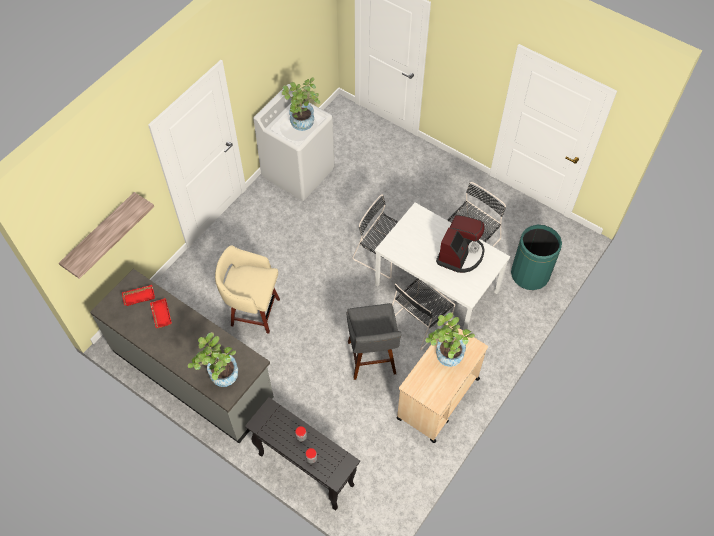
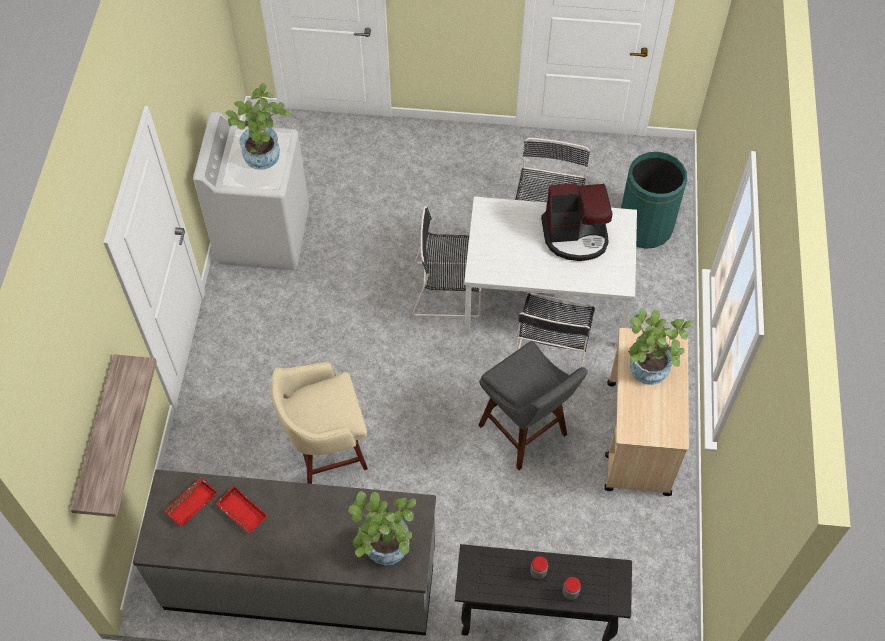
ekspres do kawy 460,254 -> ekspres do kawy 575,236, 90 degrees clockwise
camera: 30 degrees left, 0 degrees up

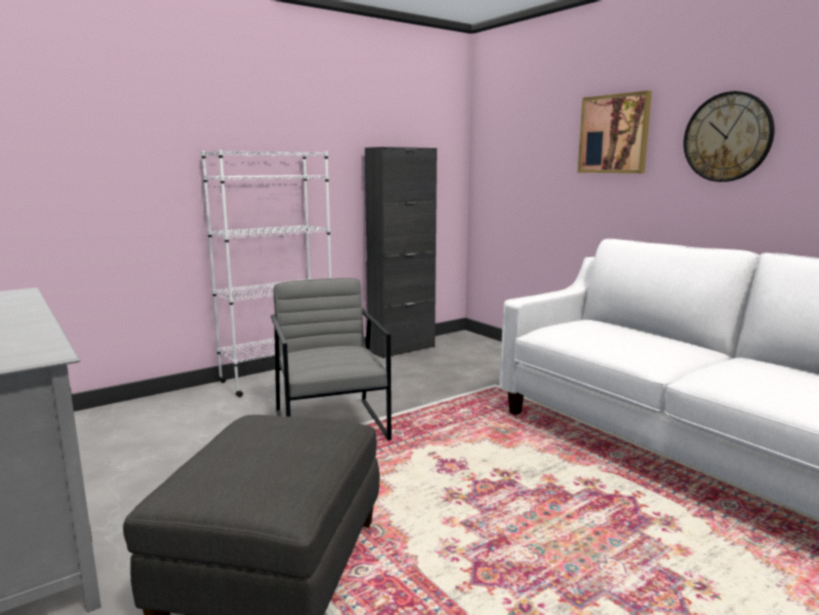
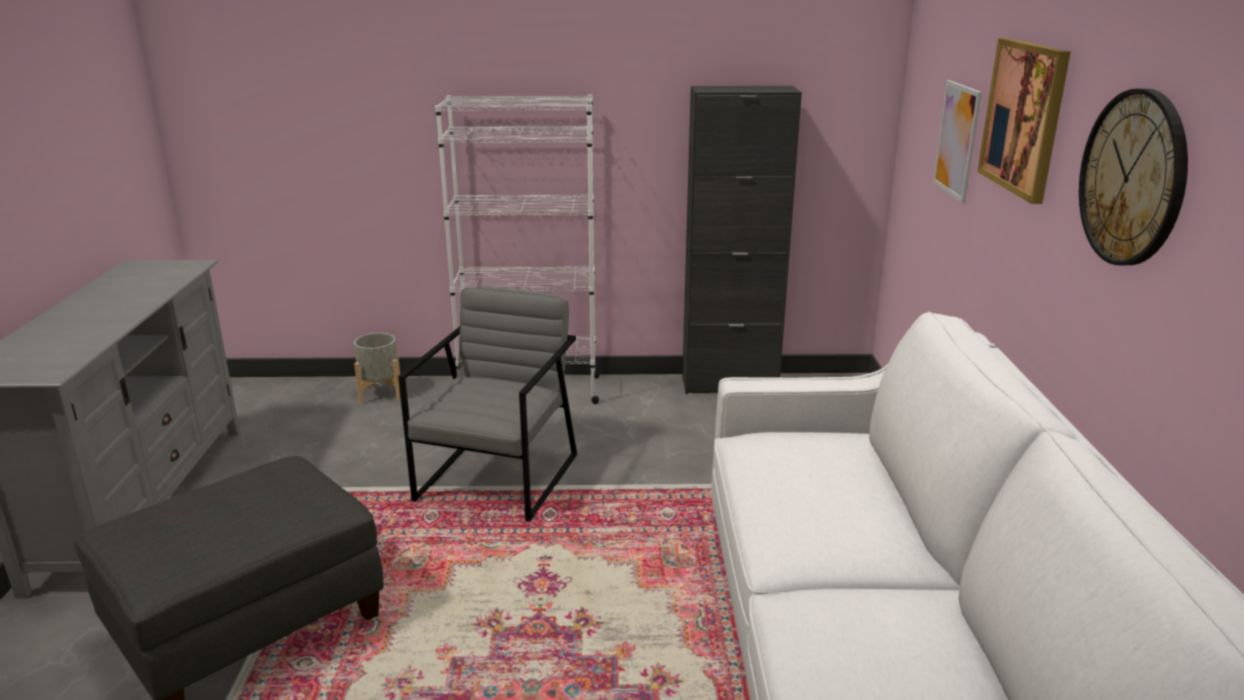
none -> donica (szary) 380,393
none -> obraz 957,140
camera: 35 degrees right, 10 degrees up

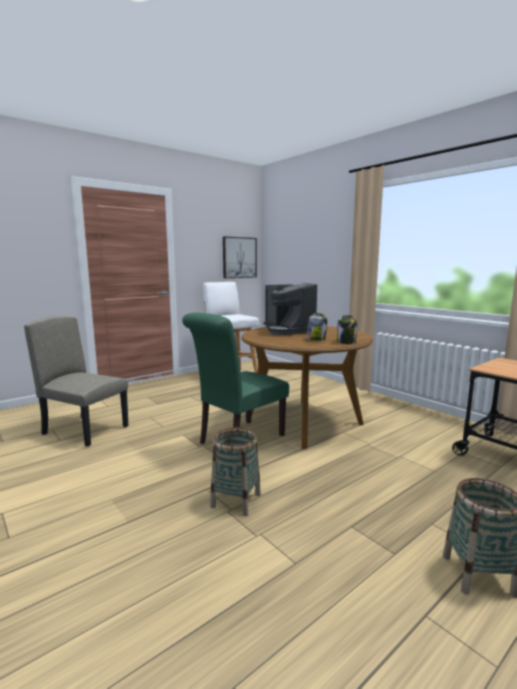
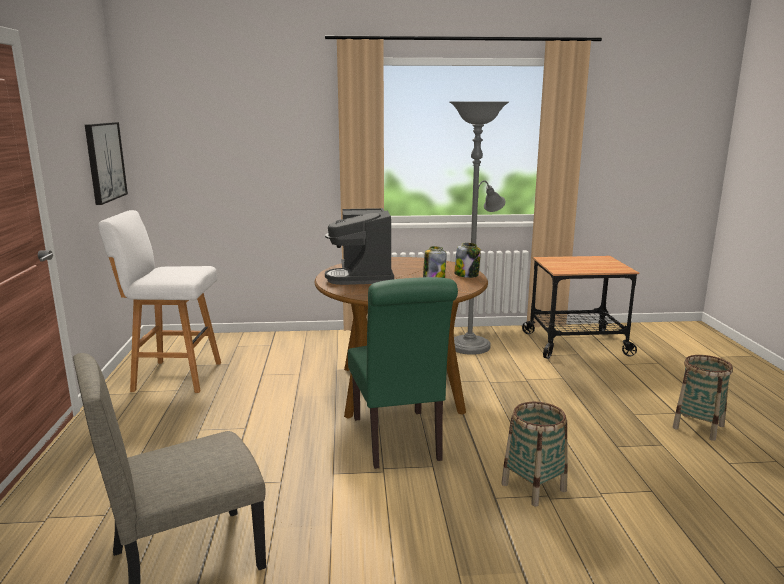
ekspres do kawy 288,330 -> ekspres do kawy 363,276, 75 degrees clockwise
none -> lampa stojąca (szary) 472,344
camera: 55 degrees left, 5 degrees up

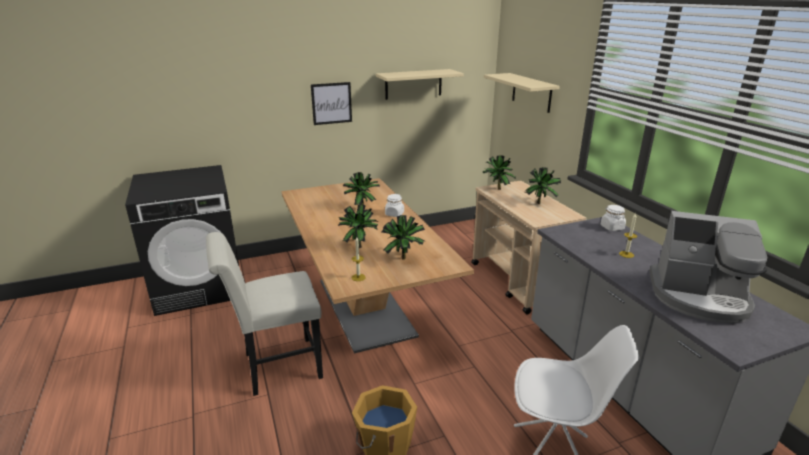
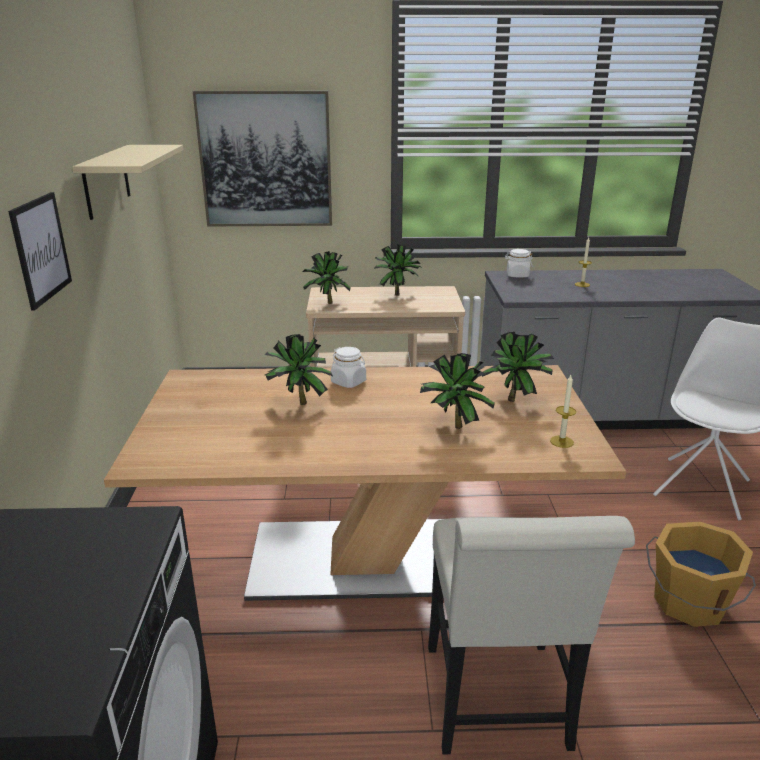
półka (beżowy) 531,92 -> obraz 266,160
ekspres do kawy 699,297 -> none
camera: 70 degrees left, 0 degrees up

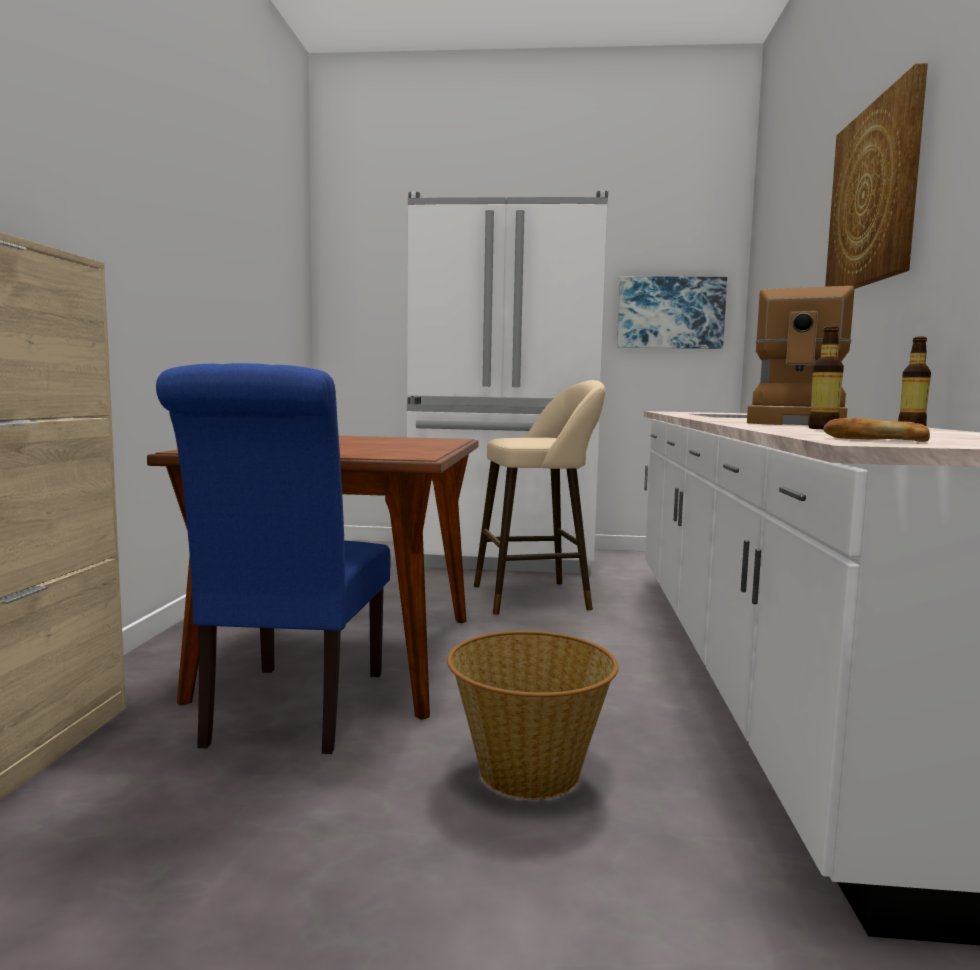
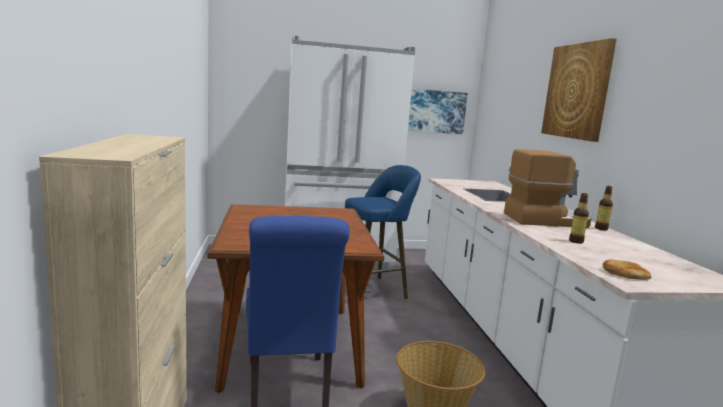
stołek (beżowy) 538,597 -> stołek (niebieski) 373,290
ekspres do kawy 798,422 -> ekspres do kawy 545,220, 105 degrees counterclockwise
camera: 15 degrees left, 5 degrees up

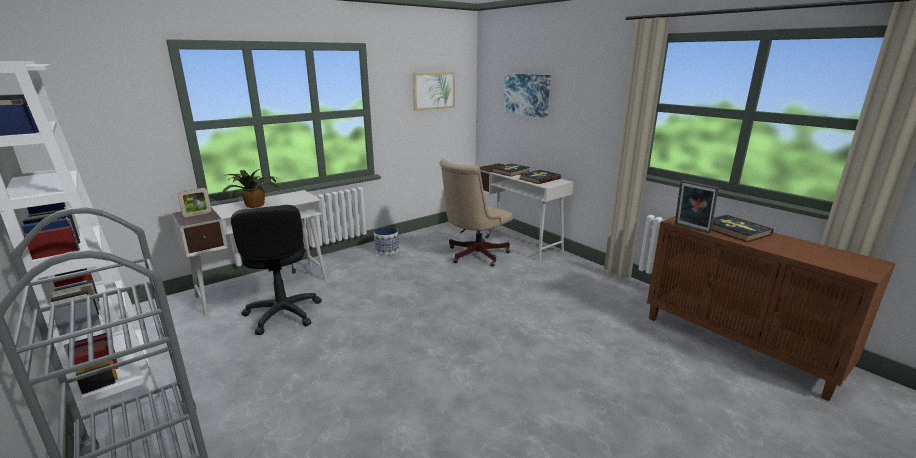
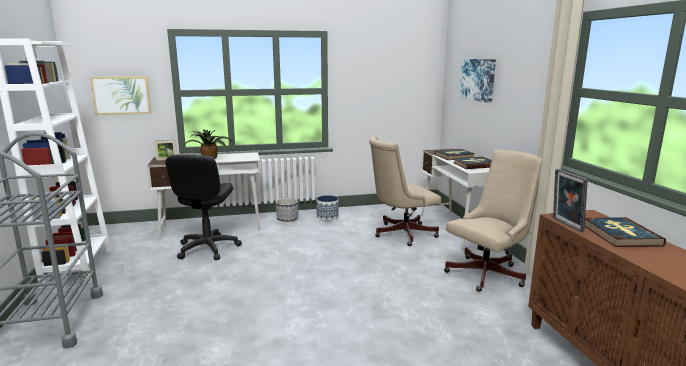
obraz 433,90 -> obraz 121,95, relocated
none -> donica 287,219
none -> krzesło biurowe (beżowy) 489,273
camera: 25 degrees right, 5 degrees down

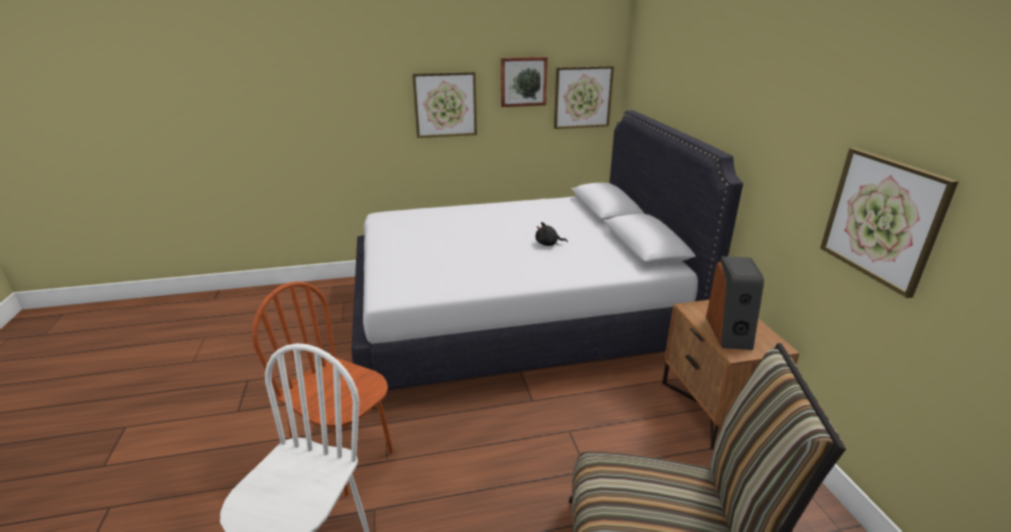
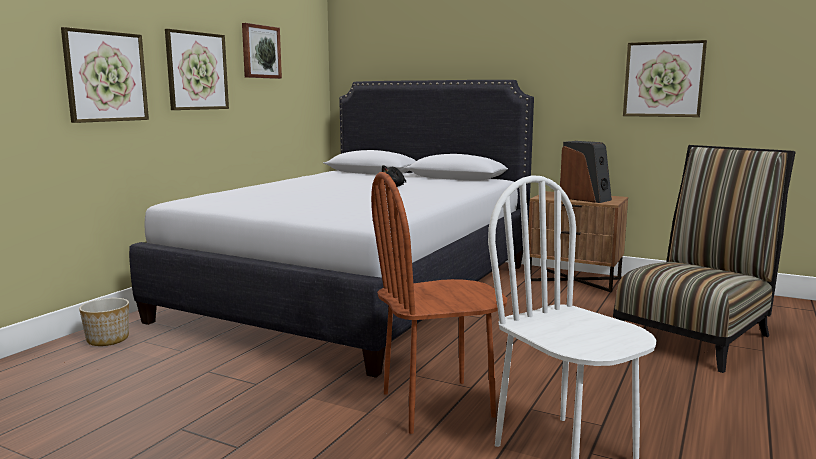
obraz 582,97 -> obraz 106,76, relocated
none -> donica 108,339
camera: 50 degrees left, 15 degrees down

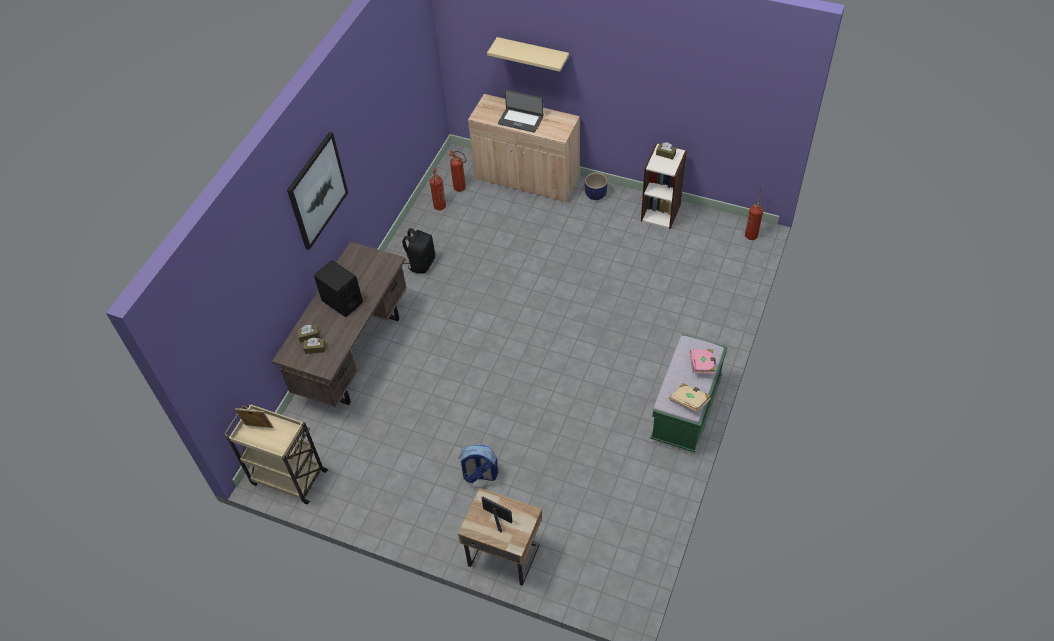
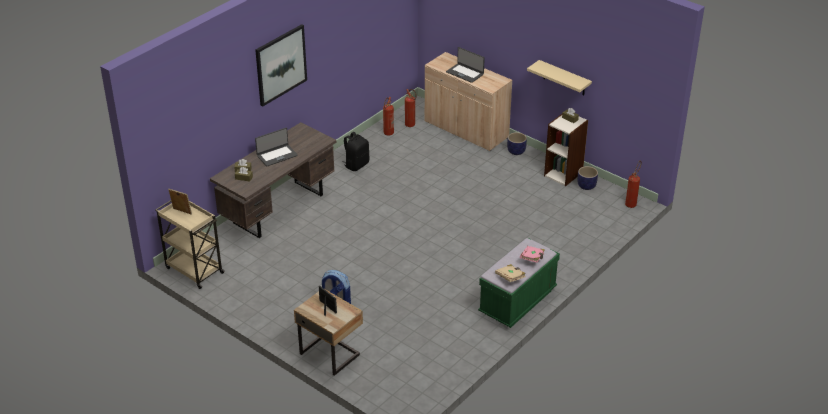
głośnik (czarny) 342,301 -> laptop 277,155
półka (beżowy) 533,54 -> półka (beżowy) 564,78, relocated
none -> donica 586,186
camera: 15 degrees right, 15 degrees down

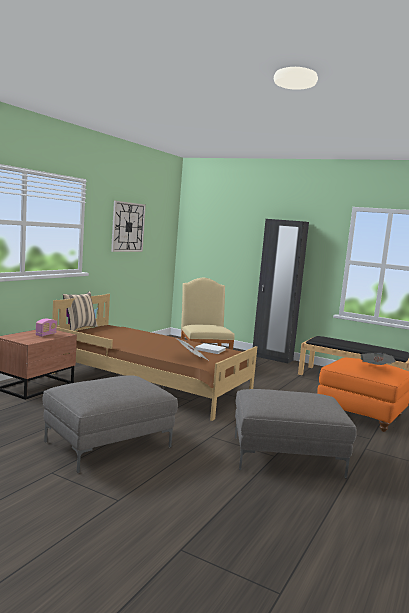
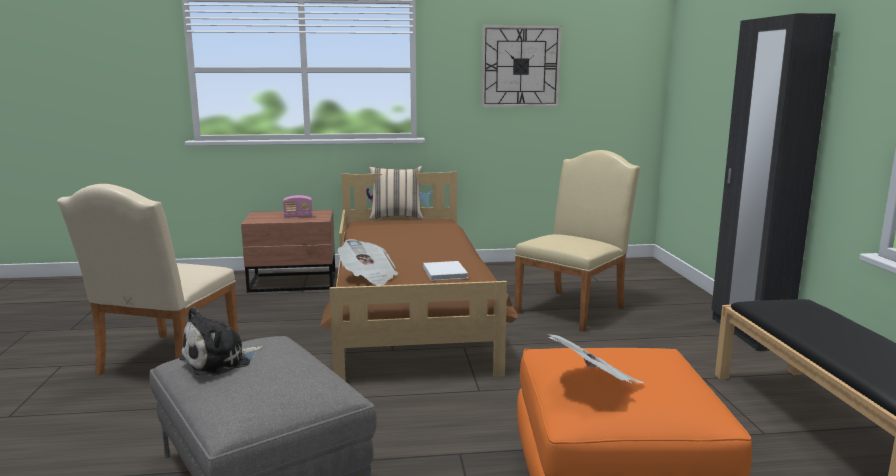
pufa (szary) 108,445 -> krzesło (beżowy) 164,362
none -> pluszak 220,361
camera: 55 degrees right, 5 degrees up

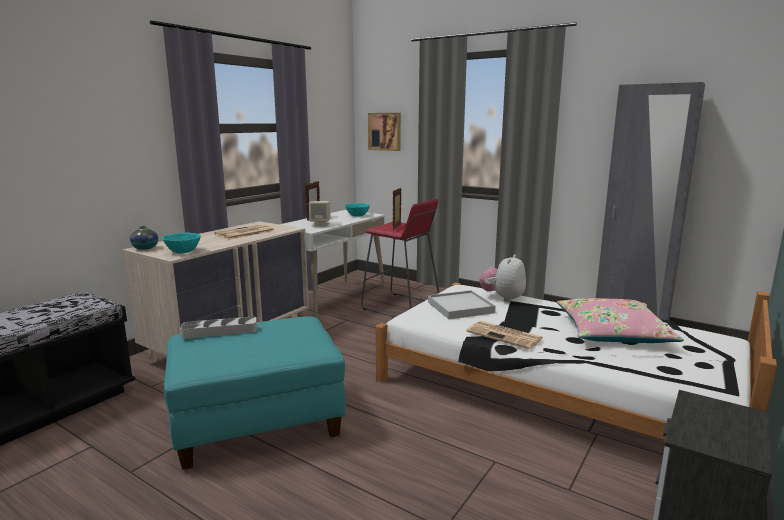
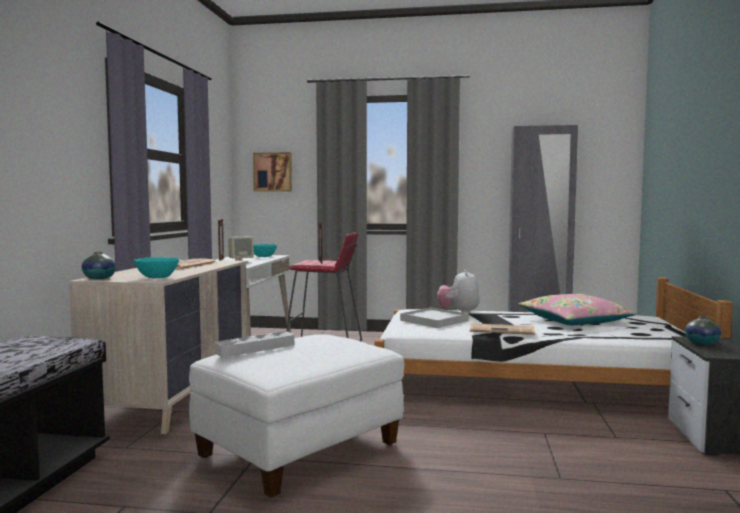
pufa (turkusowy) 259,422 -> pufa (biały) 300,450
none -> wazon 702,344
camera: 25 degrees left, 10 degrees down

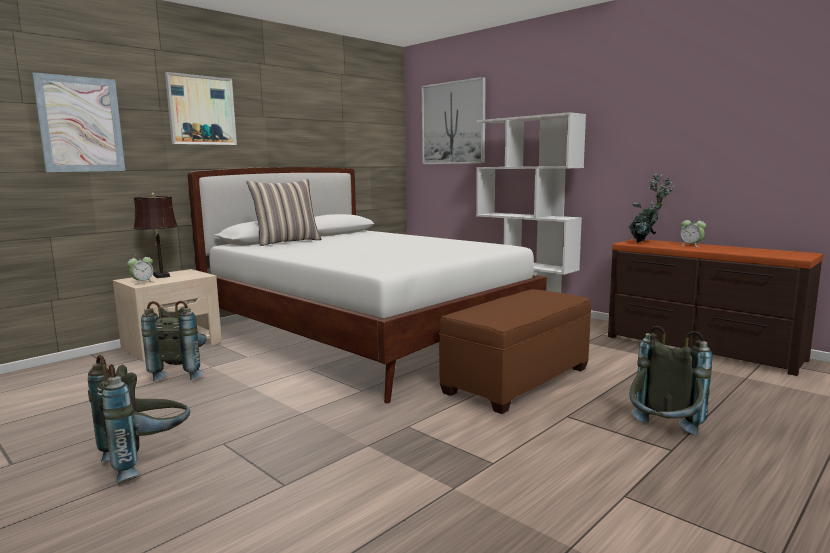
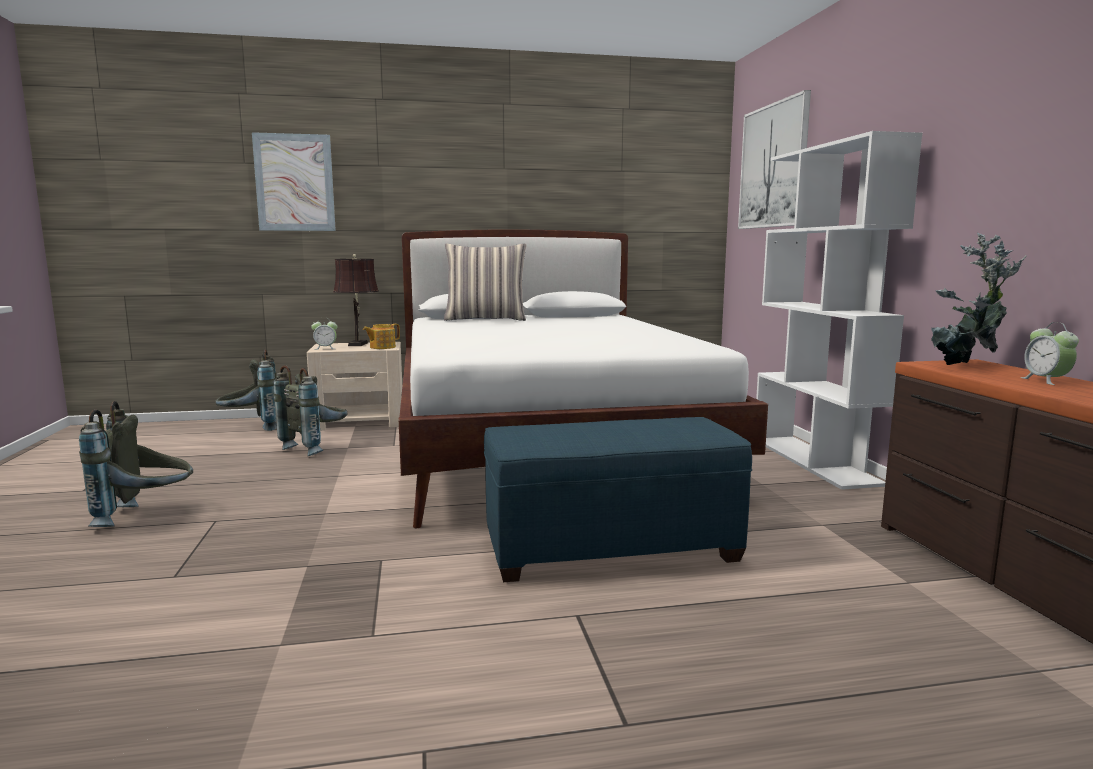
obraz 201,110 -> none
pufa (brązowy) 517,380 -> pufa (niebieski) 610,547
plecak (szary) 663,436 -> plecak (szary) 251,427, relocated
none -> imbryk 382,347
camera: 35 degrees right, 0 degrees up

